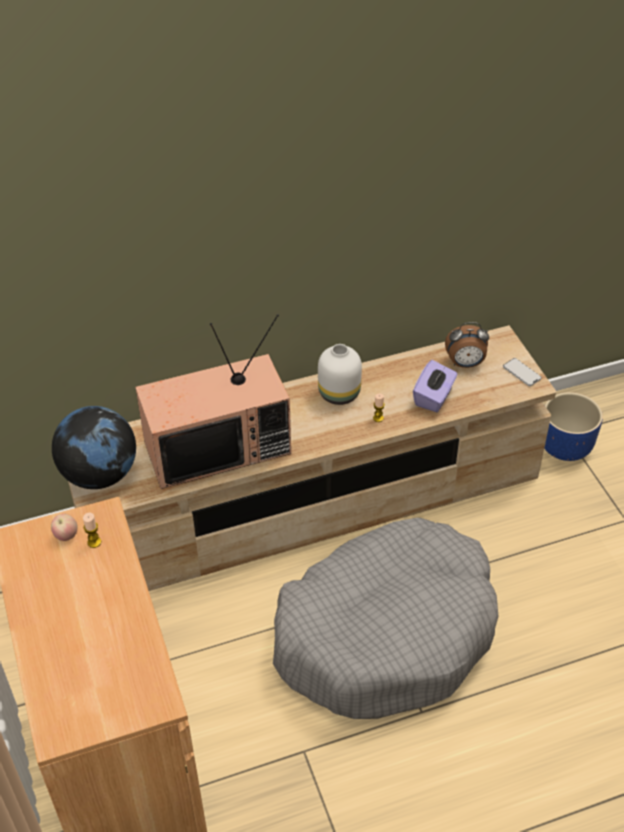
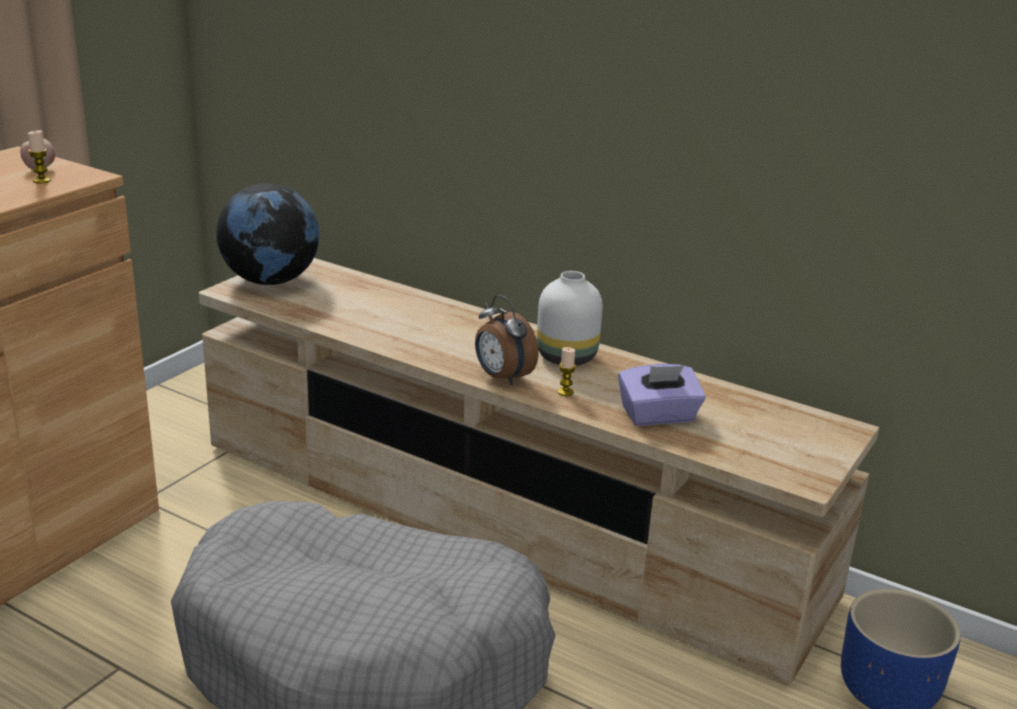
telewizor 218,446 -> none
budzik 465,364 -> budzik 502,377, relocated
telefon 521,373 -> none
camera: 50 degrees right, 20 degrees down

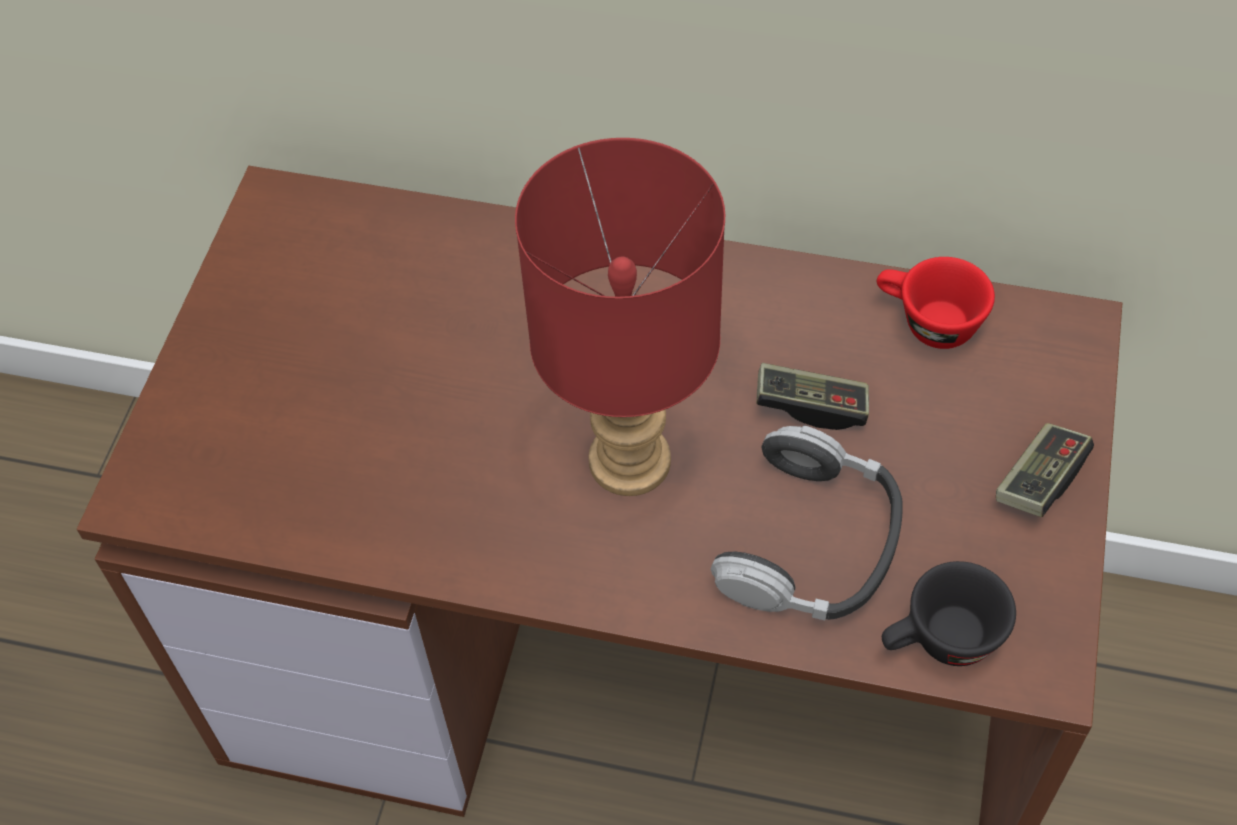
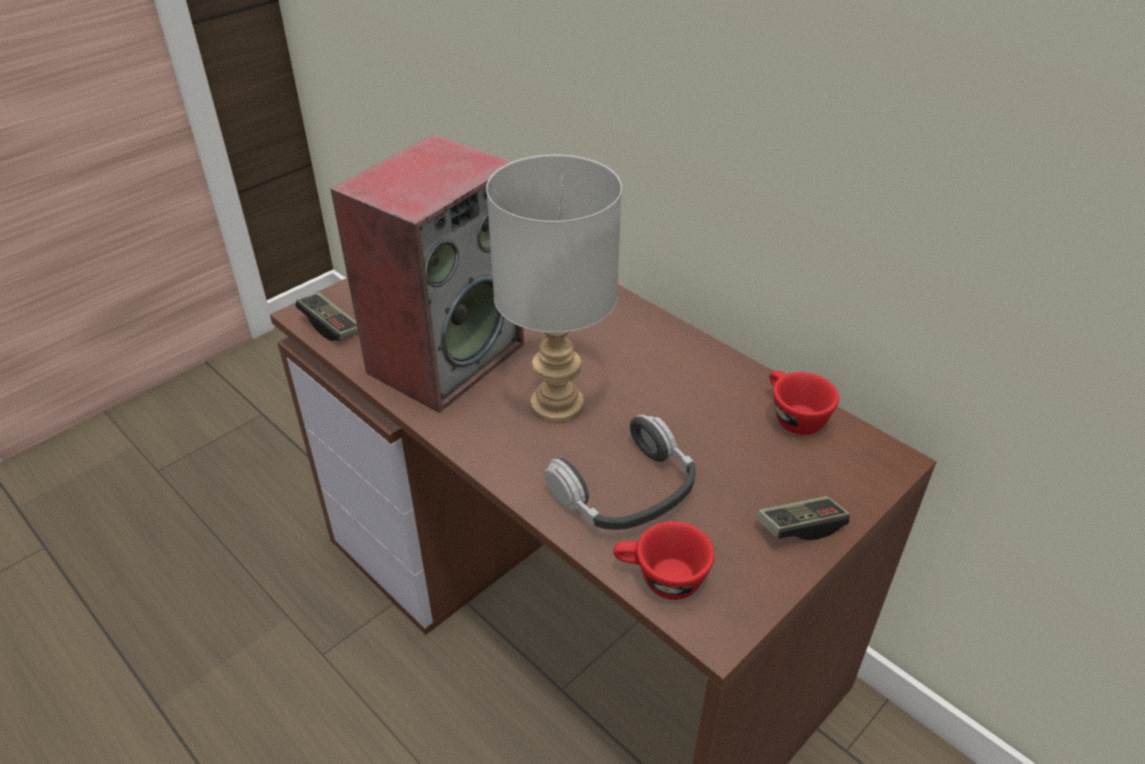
lampa stołowa (czerwony) 629,458 -> lampa stołowa (szary) 558,403
pad do gier 811,405 -> pad do gier 331,326, relocated
filiżanka (czarny) 940,642 -> filiżanka (czerwony) 660,579
none -> głośnik 446,356
camera: 30 degrees right, 15 degrees down

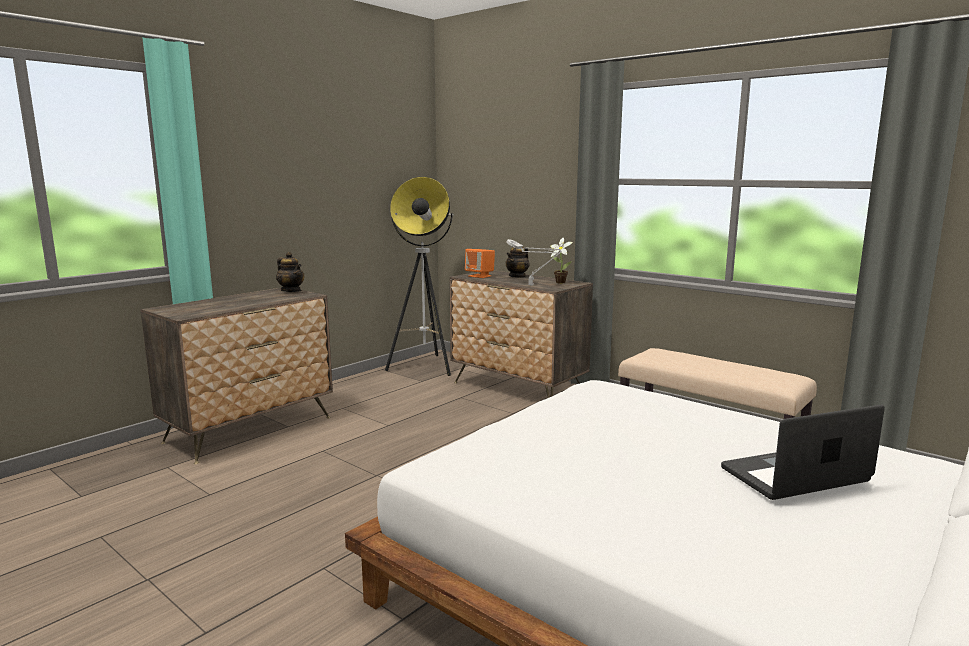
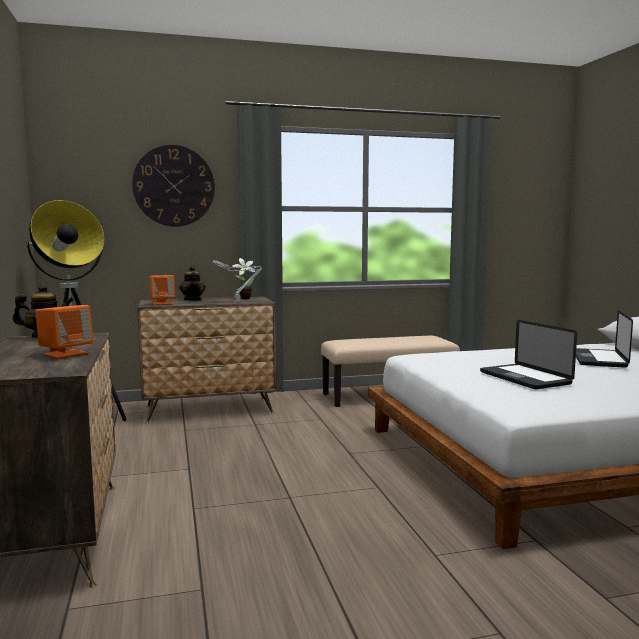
none -> głośnik (pomarańczowy) 66,354
none -> zegar ścienny 174,186
none -> laptop 524,378
camera: 55 degrees left, 5 degrees down

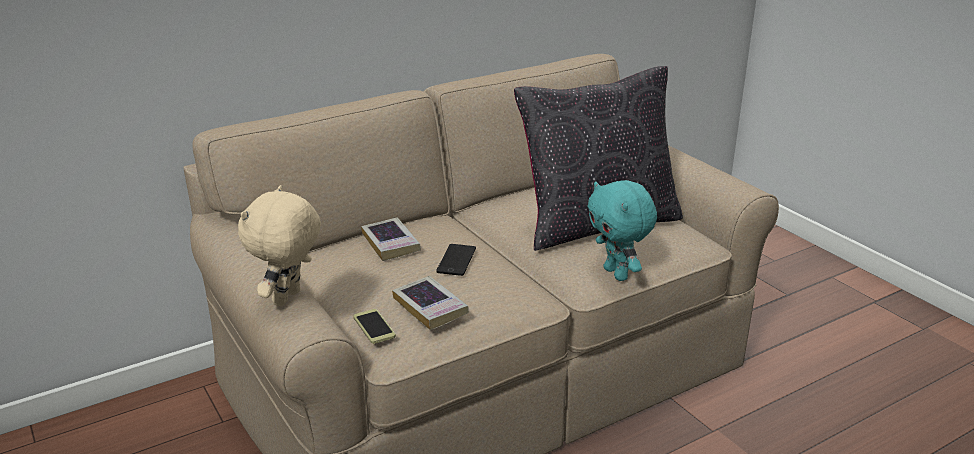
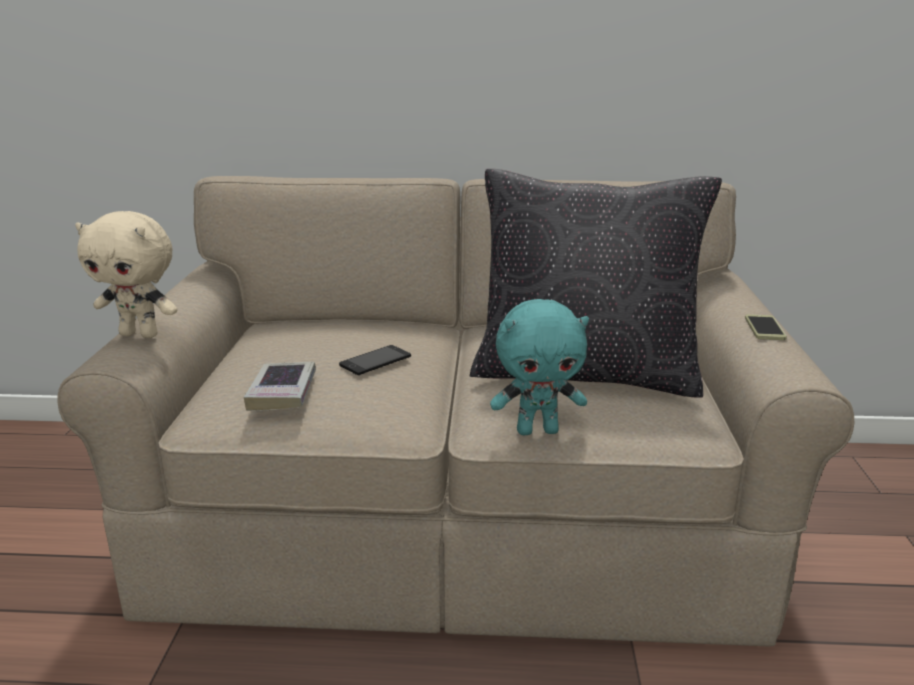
pluszak (beżowy) 288,299 -> pluszak (beżowy) 141,334, 135 degrees counterclockwise
telefon 374,327 -> telefon 764,328, relocated
książka 390,243 -> none
pluszak (turkusowy) 617,274 -> pluszak (turkusowy) 537,430, 105 degrees counterclockwise
camera: 35 degrees right, 5 degrees down

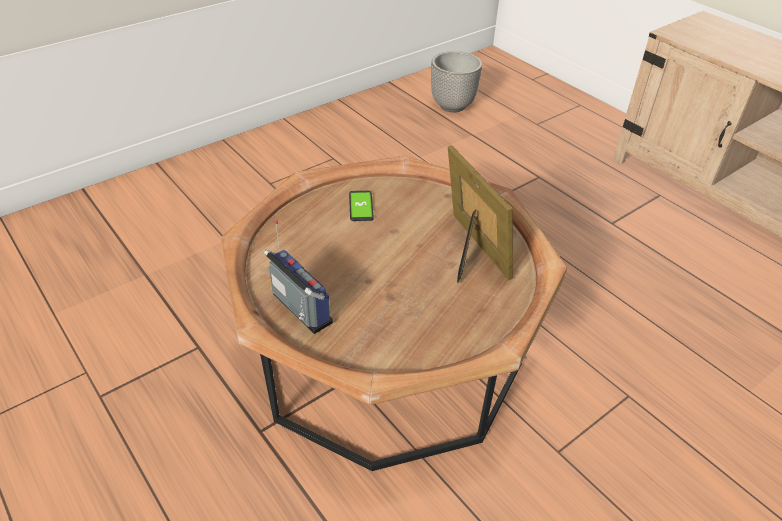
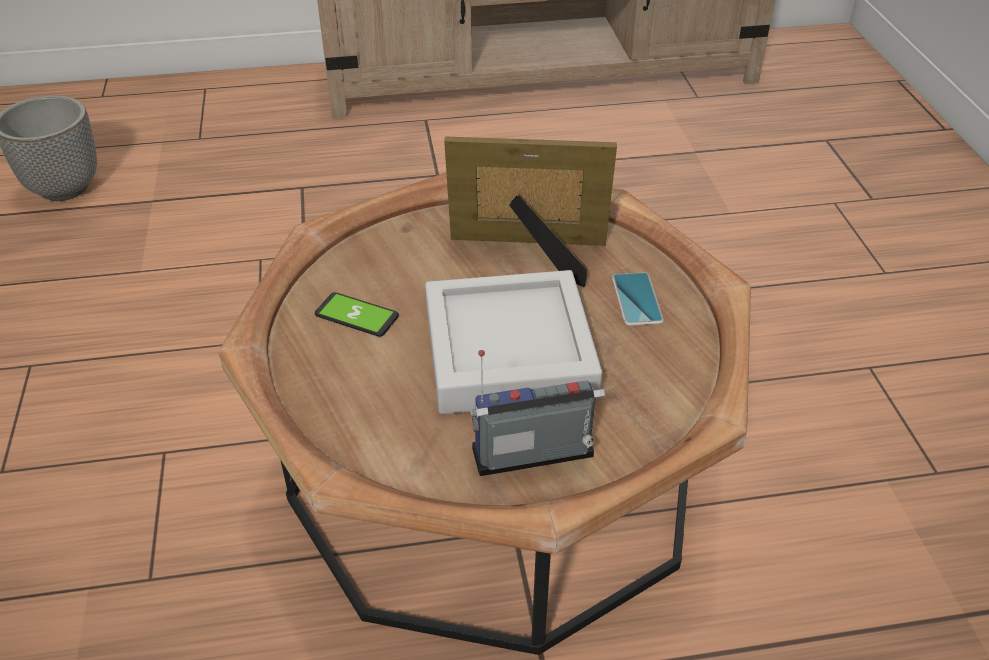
none -> taca (szary) 509,352
none -> telefon 636,300
camera: 60 degrees left, 0 degrees up

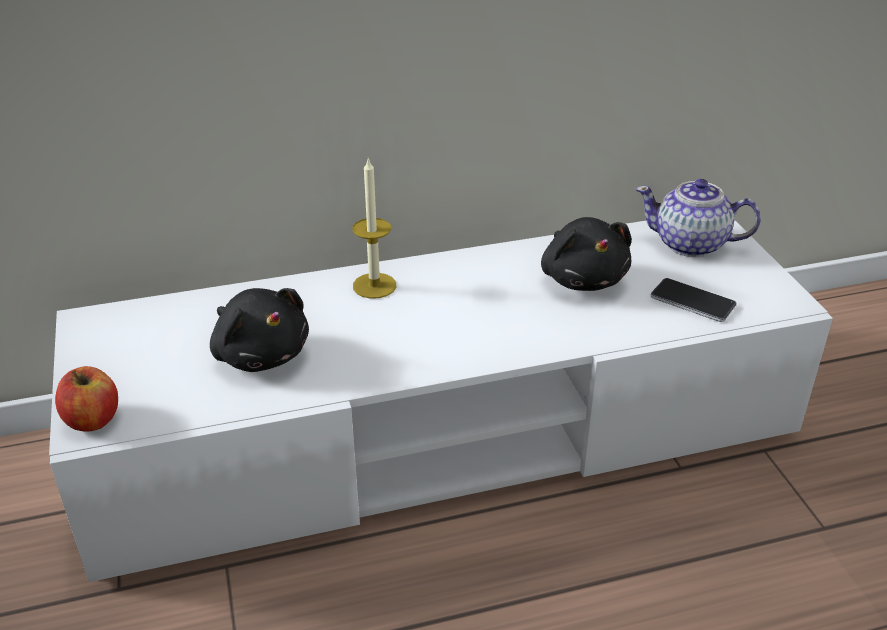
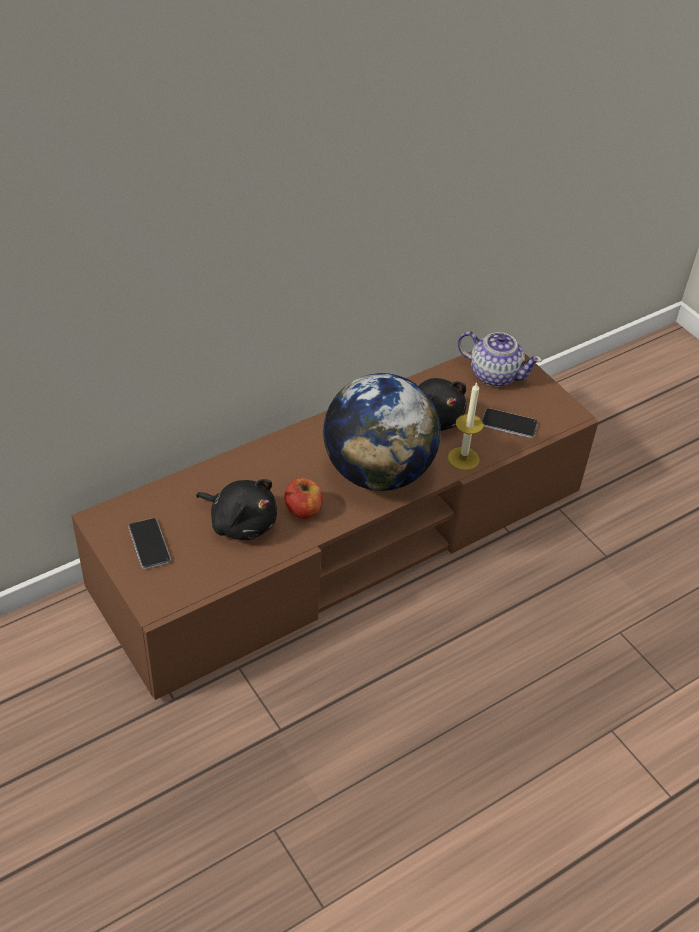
szafka pod telewizor (biały) 443,435 -> szafka pod telewizor (brązowy) 344,540
jabłko 93,419 -> jabłko 303,510, relocated
świeca 374,285 -> świeca 463,458, relocated
imbryk 691,244 -> imbryk 494,374, 150 degrees counterclockwise
none -> telefon 149,544
none -> globus 378,472
camera: 20 degrees left, 10 degrees up

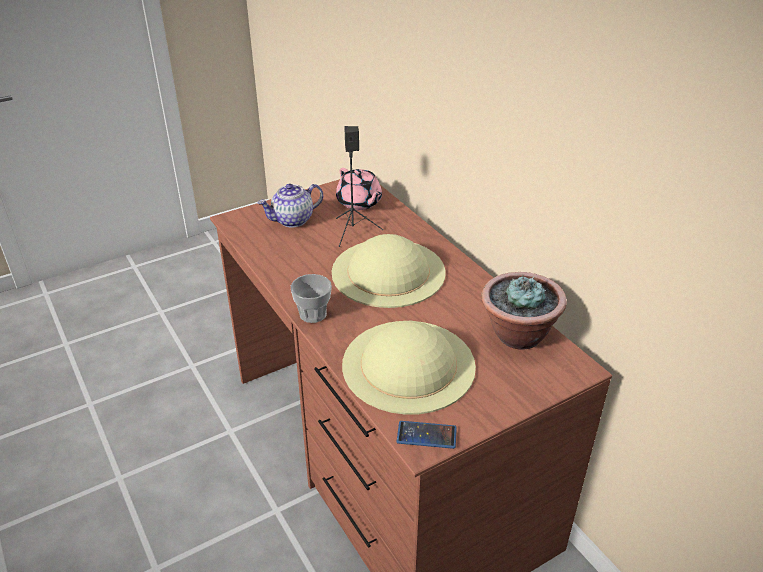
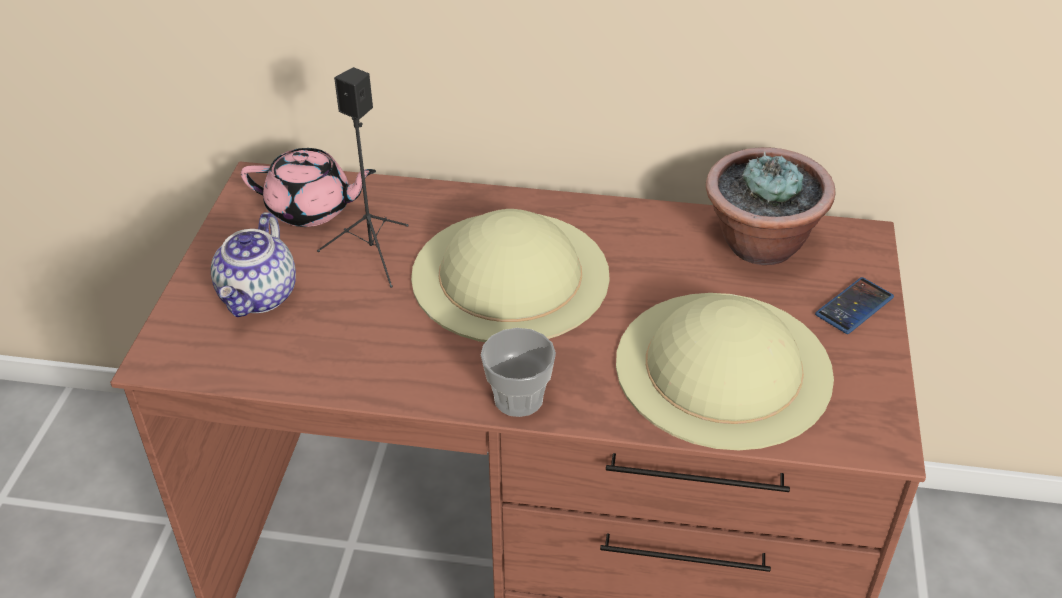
telefon 426,435 -> telefon 854,306, relocated
camera: 50 degrees left, 5 degrees up

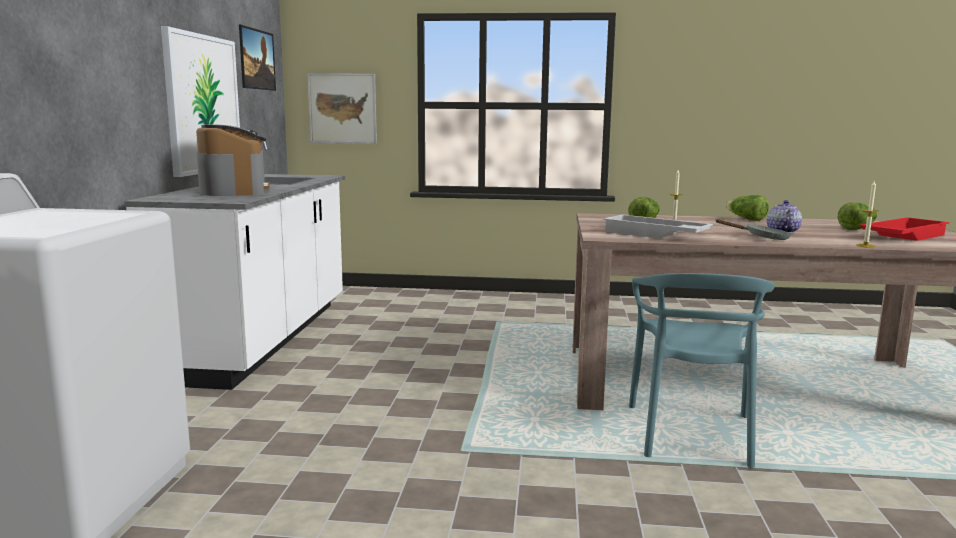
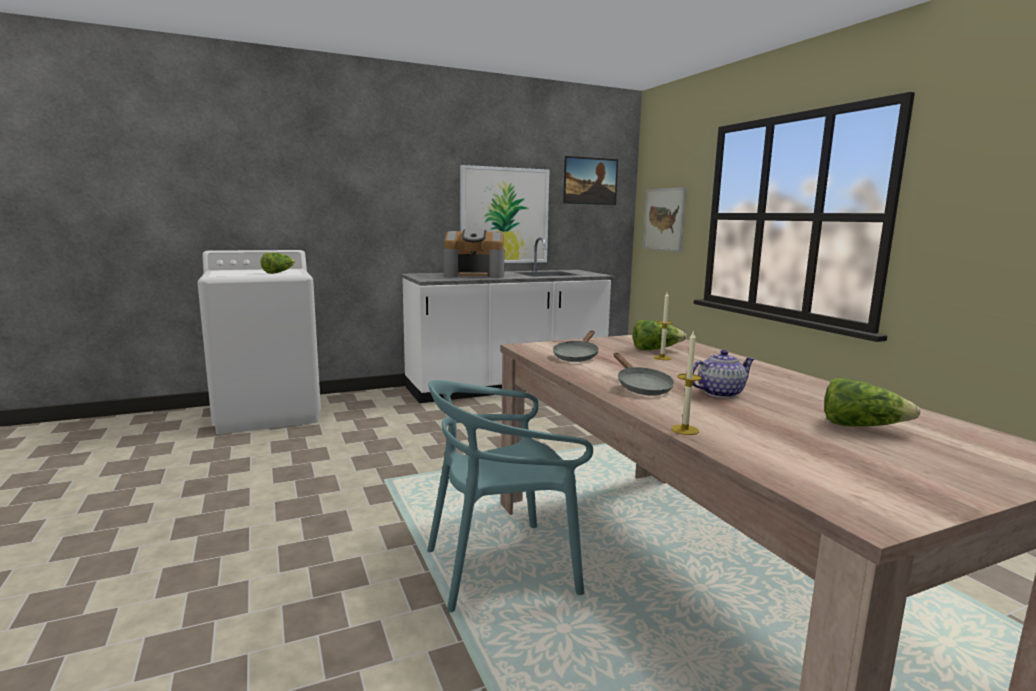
ekspres do kawy 235,191 -> ekspres do kawy 475,275, 45 degrees clockwise
taca (biały) 654,234 -> patelnia (szary) 577,356
sałata 746,219 -> sałata 278,272, relocated
taca (czerwony) 902,236 -> none
camera: 60 degrees right, 0 degrees up

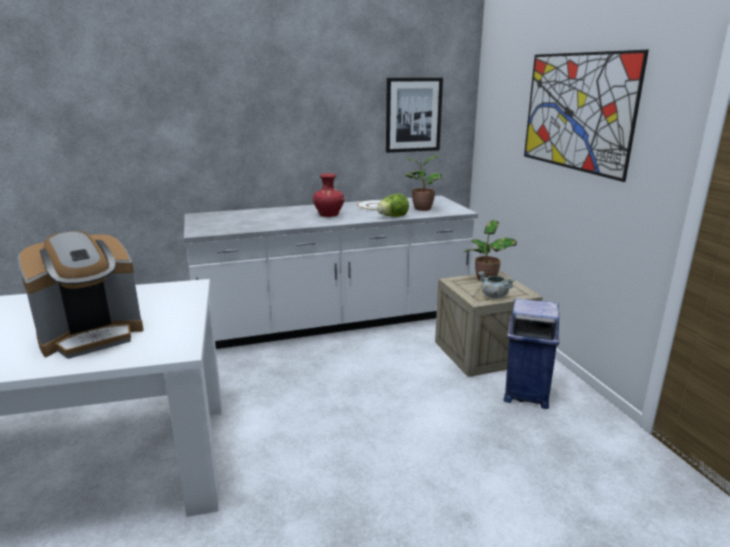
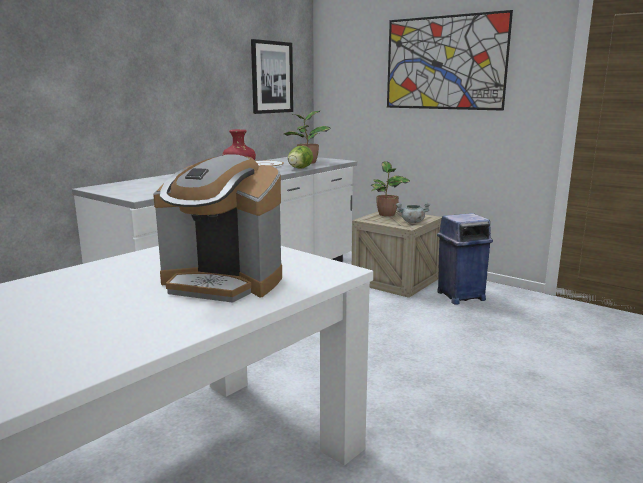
ekspres do kawy 92,335 -> ekspres do kawy 223,282, 90 degrees clockwise
camera: 35 degrees left, 5 degrees down

